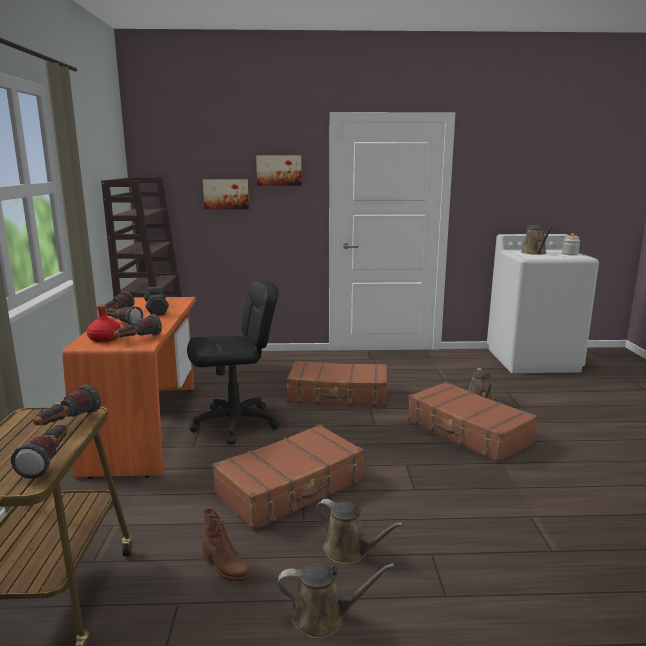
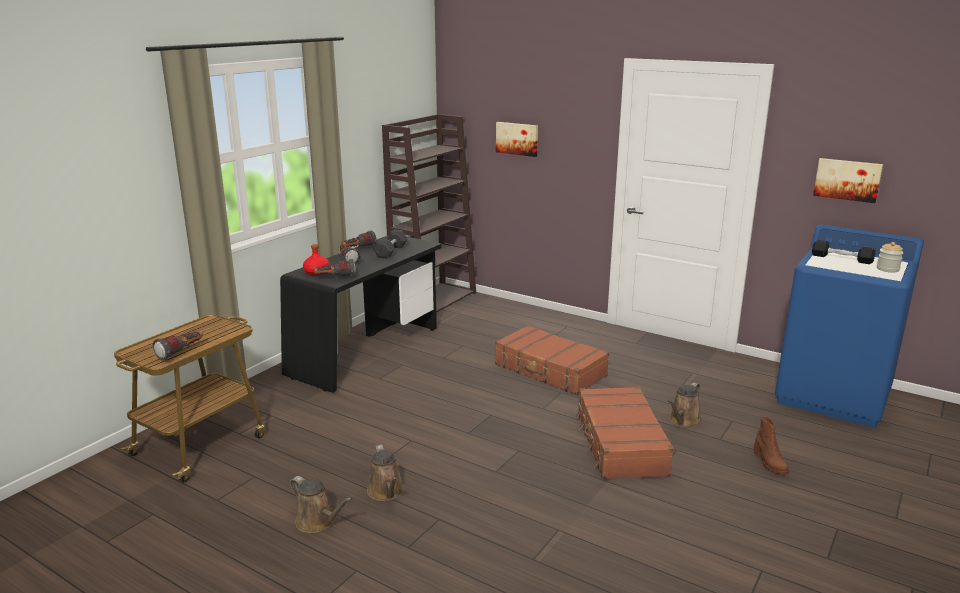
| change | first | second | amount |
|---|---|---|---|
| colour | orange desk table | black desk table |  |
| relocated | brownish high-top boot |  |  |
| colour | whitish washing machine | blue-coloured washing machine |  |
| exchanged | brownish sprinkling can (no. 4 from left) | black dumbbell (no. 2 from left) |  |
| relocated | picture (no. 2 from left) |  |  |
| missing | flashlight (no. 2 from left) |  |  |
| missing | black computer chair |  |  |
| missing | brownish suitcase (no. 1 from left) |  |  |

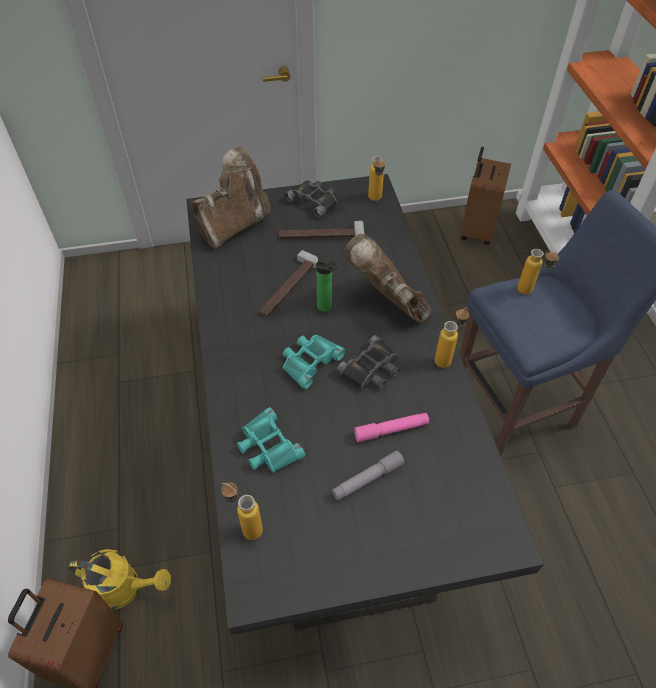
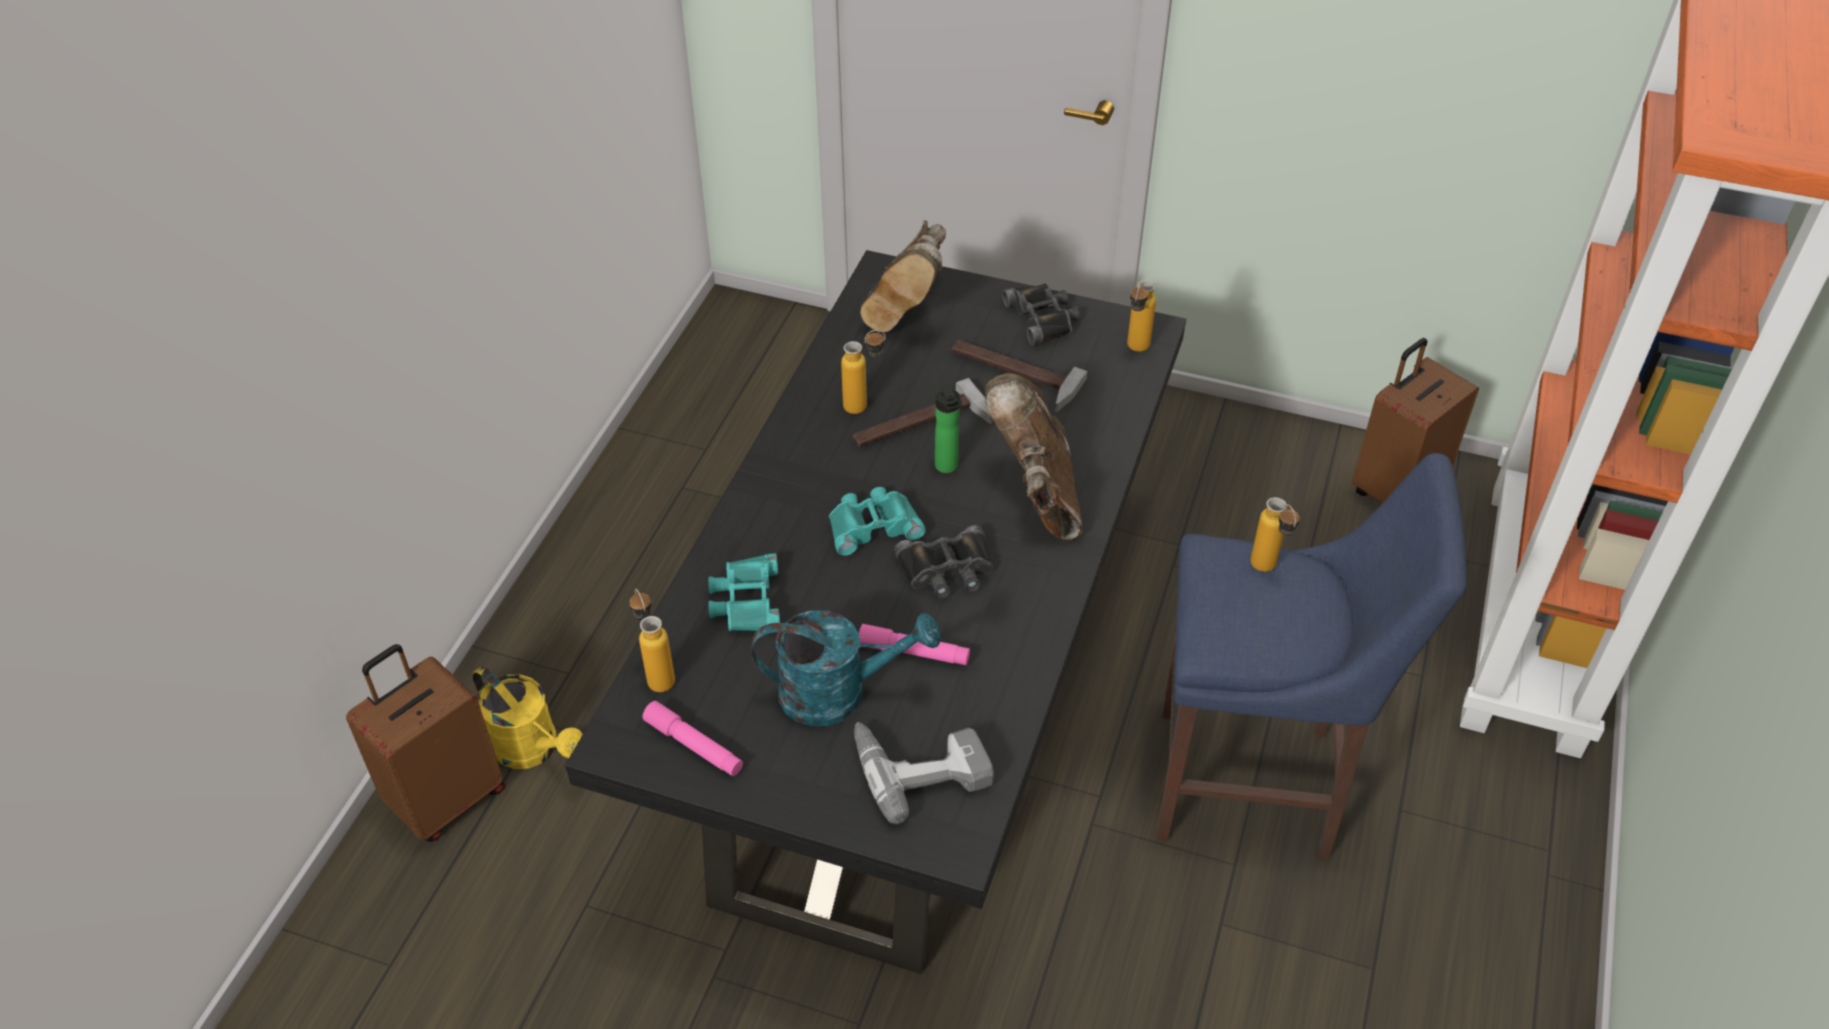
| change | first | second | amount |
|---|---|---|---|
| appeared |  | pink flashlight (no. 1 from left) |  |
| exchanged | grey flashlight | blue-green sprinkling can |  |
| relocated | beverage bottle (no. 4 from left in the first image) | beverage bottle (no. 2 from left) |  |
| appeared |  | drill |  |
| spun | brownish high-top boot (no. 1 from left) |  | 120 degrees clockwise |

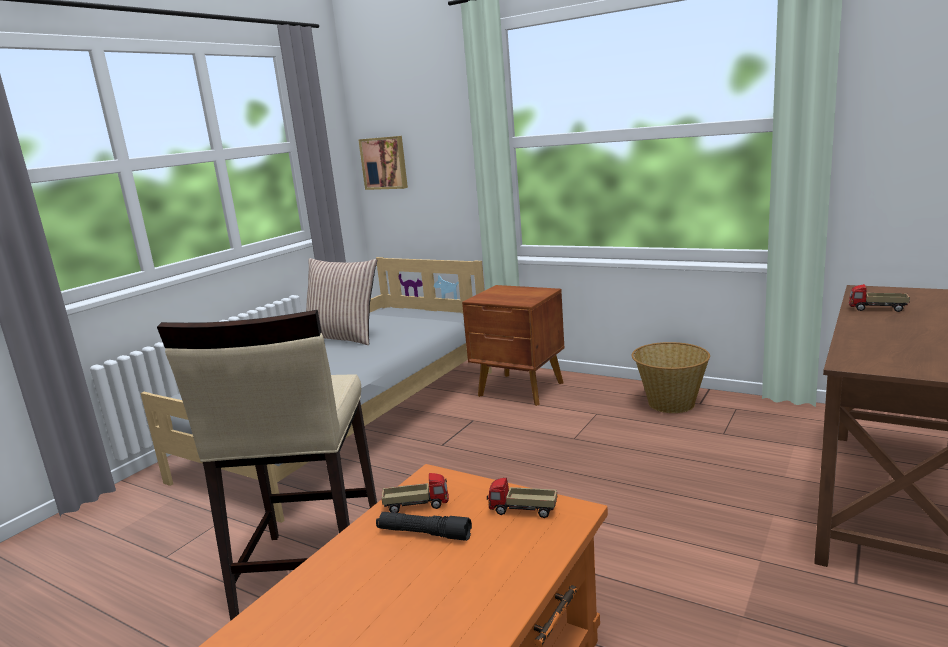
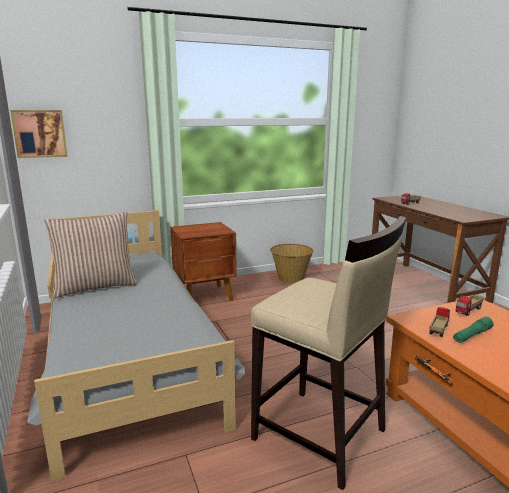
| change | first | second | amount |
|---|---|---|---|
| colour | black flashlight | green-coloured flashlight |  |

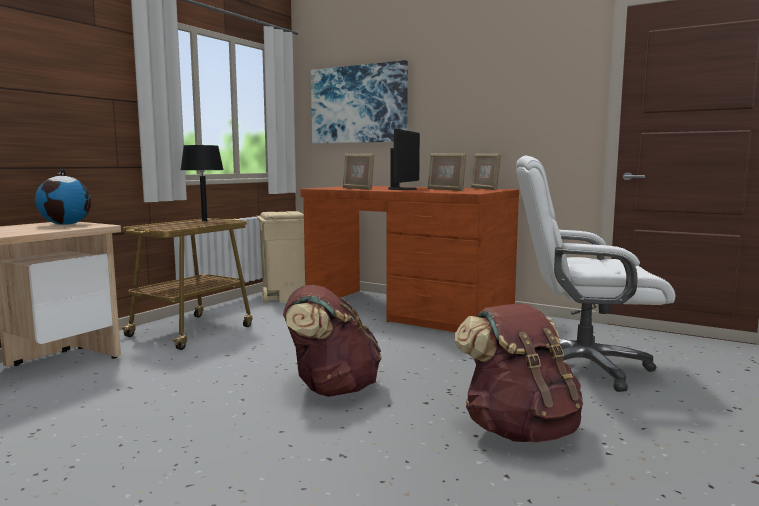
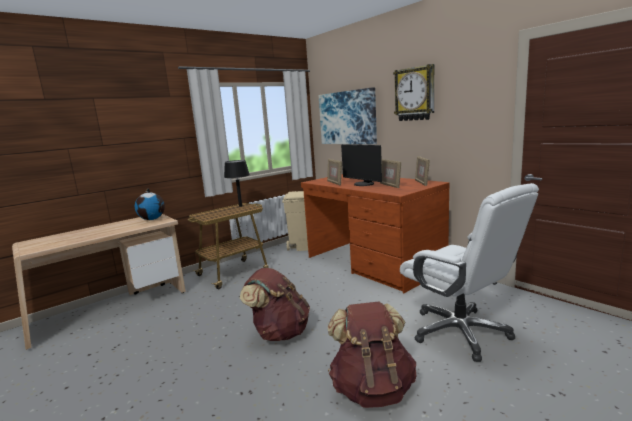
| change | first | second | amount |
|---|---|---|---|
| spun | computer screen |  | 105 degrees clockwise |
| appeared |  | clock on the wall |  |
| spun | whitish computer chair |  | 150 degrees counterclockwise |

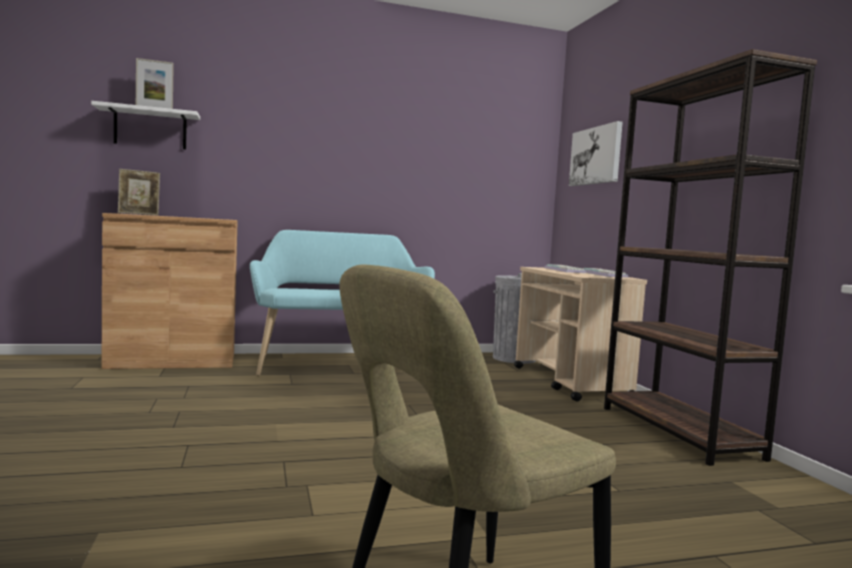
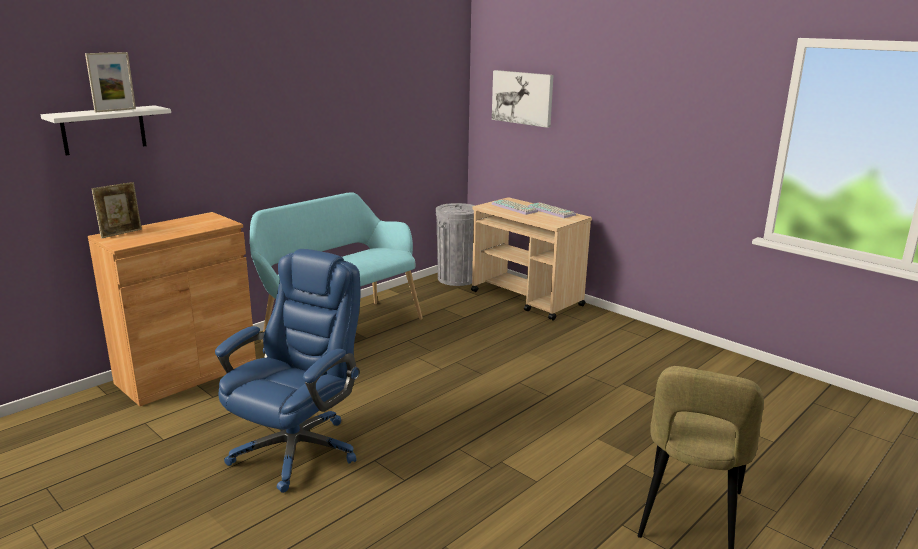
| change | first | second | amount |
|---|---|---|---|
| appeared |  | blue-coloured computer chair |  |
| missing | brownish bookshelf |  |  |

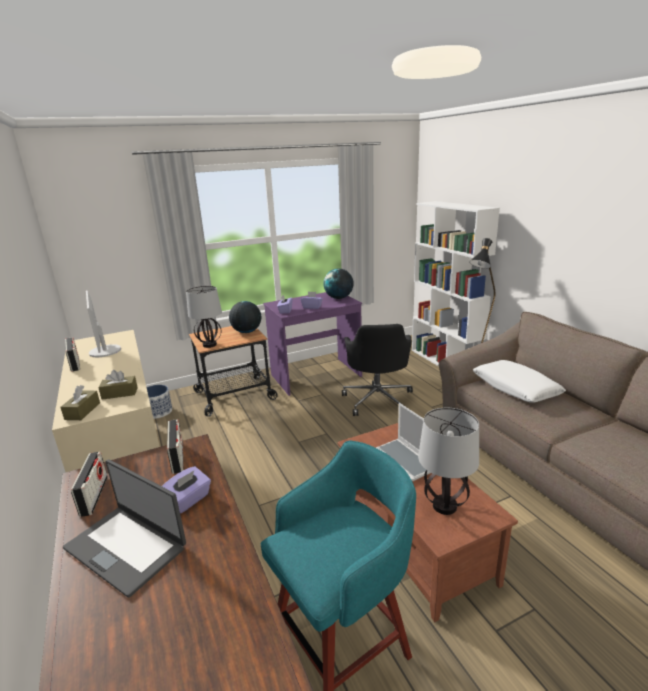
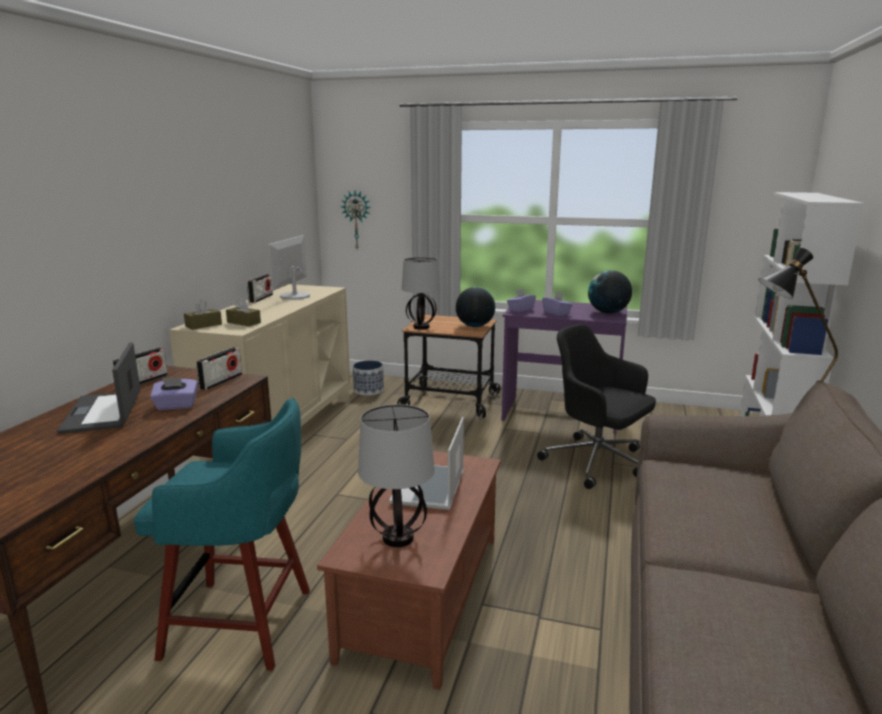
| change | first | second | amount |
|---|---|---|---|
| appeared |  | clock on the wall |  |
| spun | black computer chair |  | 90 degrees clockwise |
| missing | whitish throw pillow |  |  |

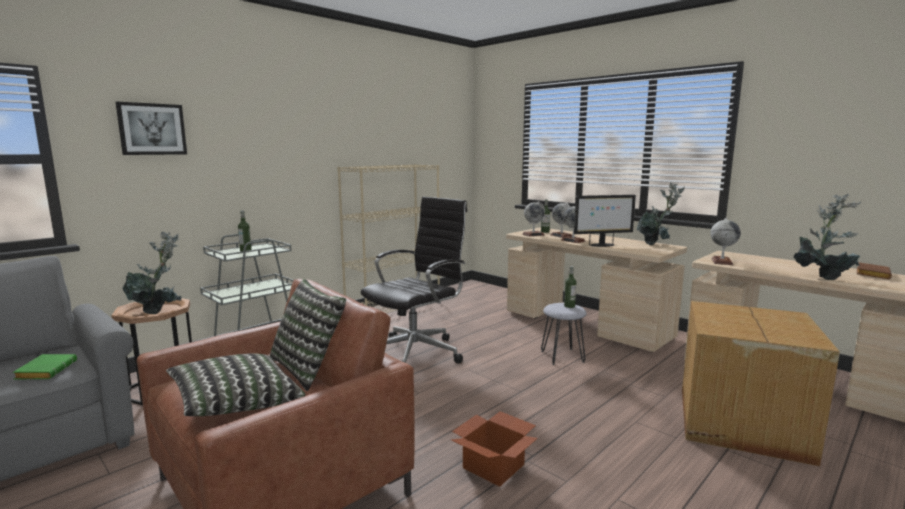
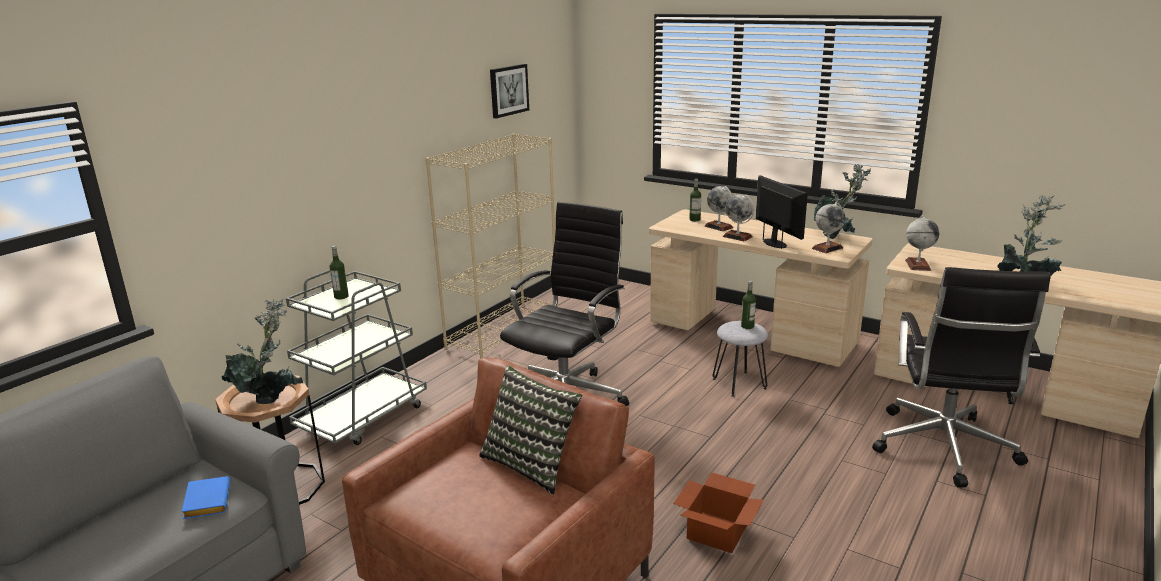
| change | first | second | amount |
|---|---|---|---|
| colour | green-coloured book | blue-coloured book |  |
| relocated | picture |  |  |
| spun | computer screen |  | 90 degrees counterclockwise |
| relocated | world globe (no. 1 from left in the first image) | world globe (no. 3 from left) |  |
| exchanged | packing box (no. 2 from left) | black computer chair (no. 2 from left) |  |
| missing | throw pillow (no. 1 from left) |  |  |
| missing | brownish book |  |  |

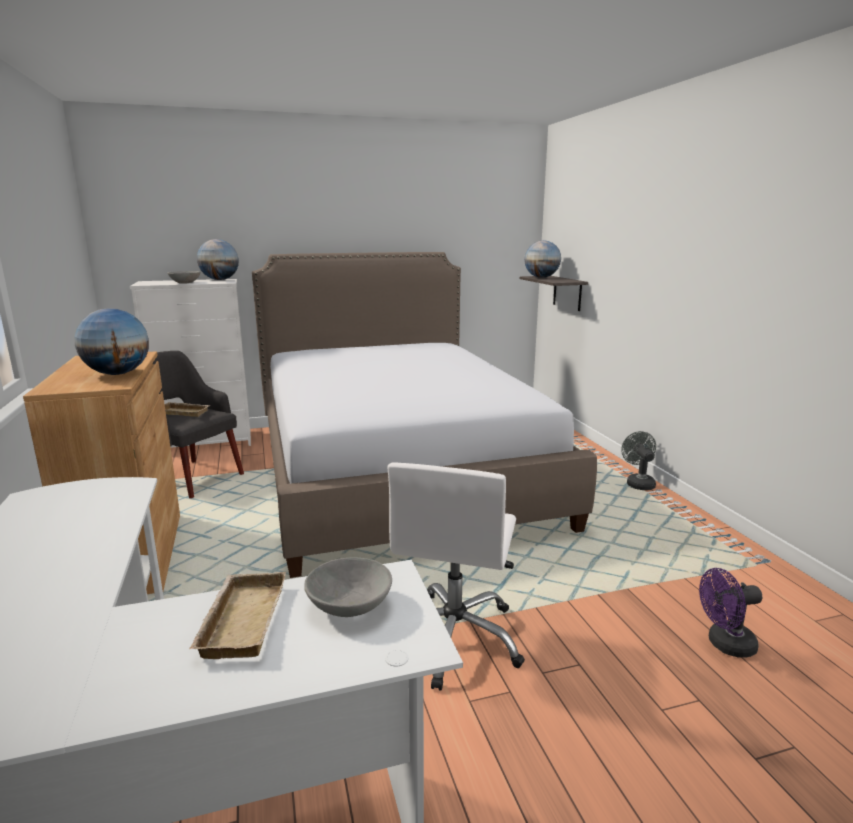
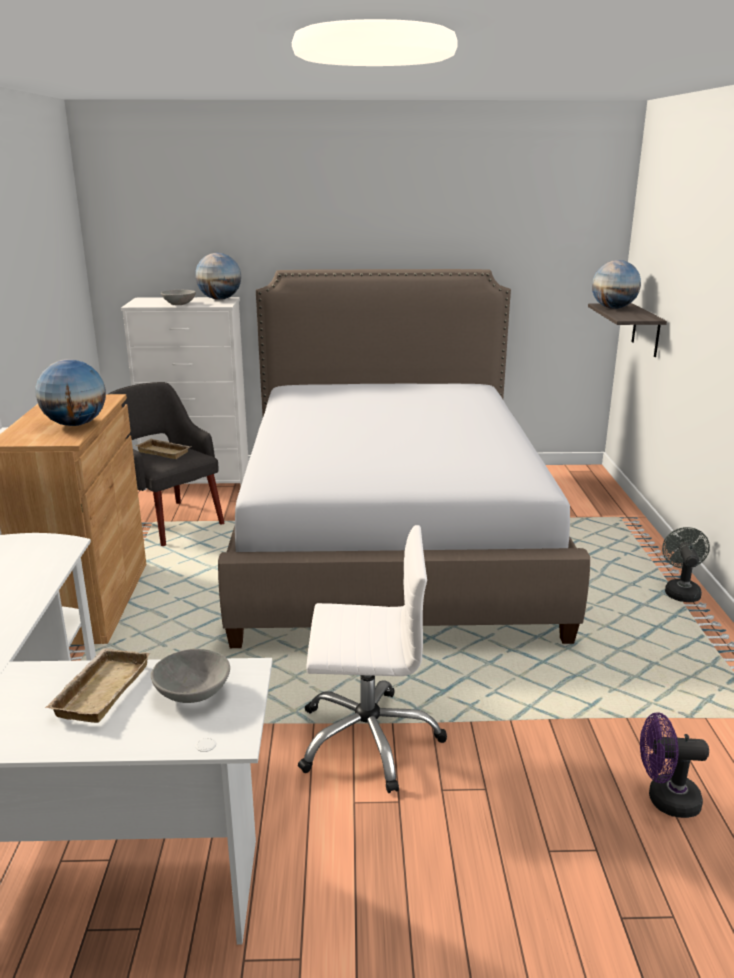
| change | first | second | amount |
|---|---|---|---|
| spun | whitish computer chair |  | 120 degrees counterclockwise |

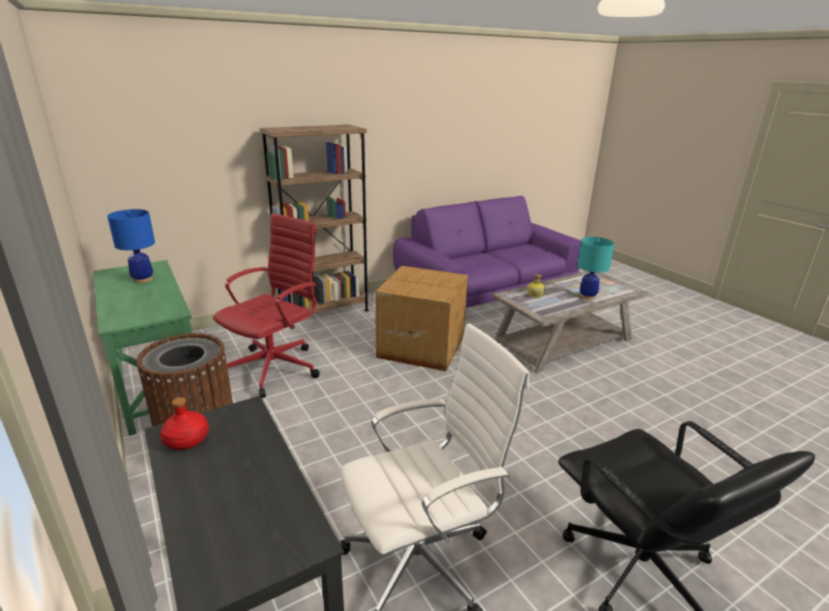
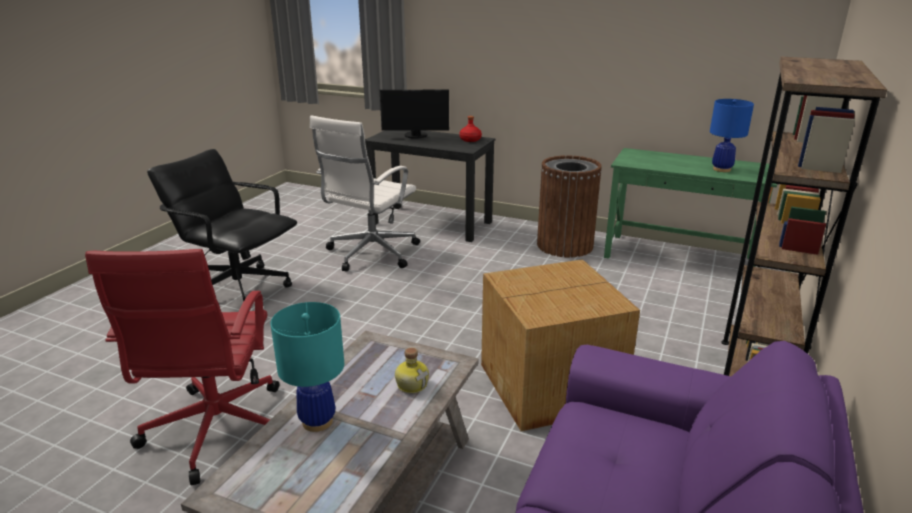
| change | first | second | amount |
|---|---|---|---|
| relocated | red computer chair |  |  |
| appeared |  | computer screen |  |

